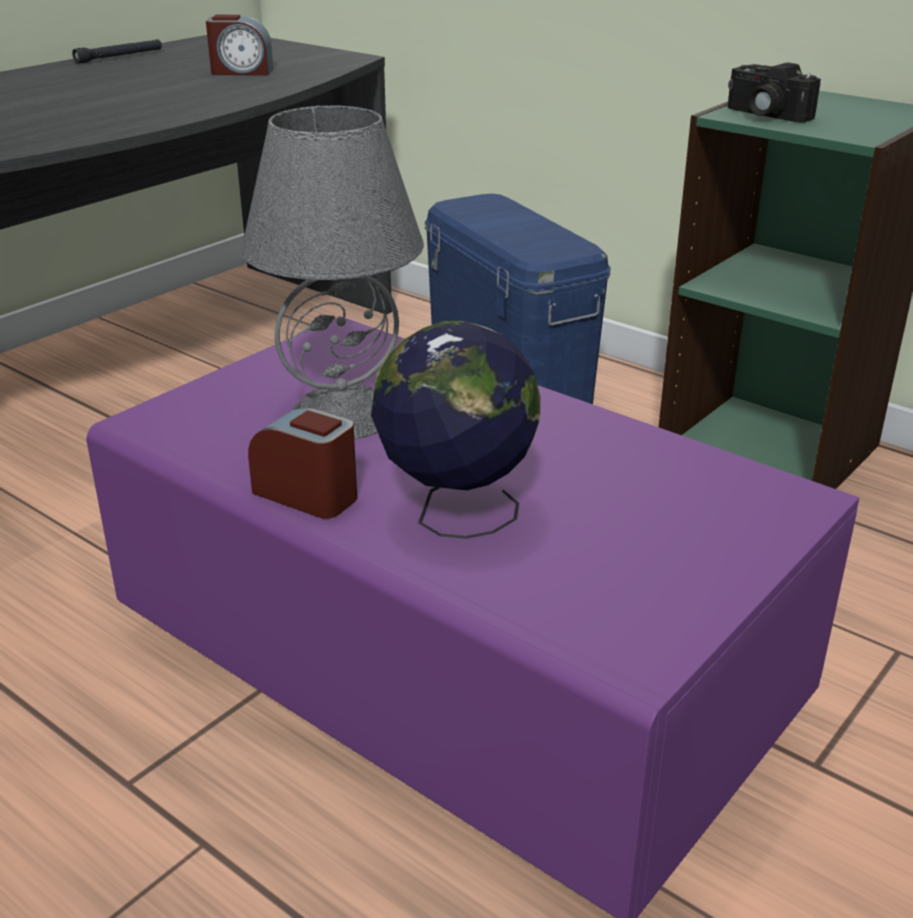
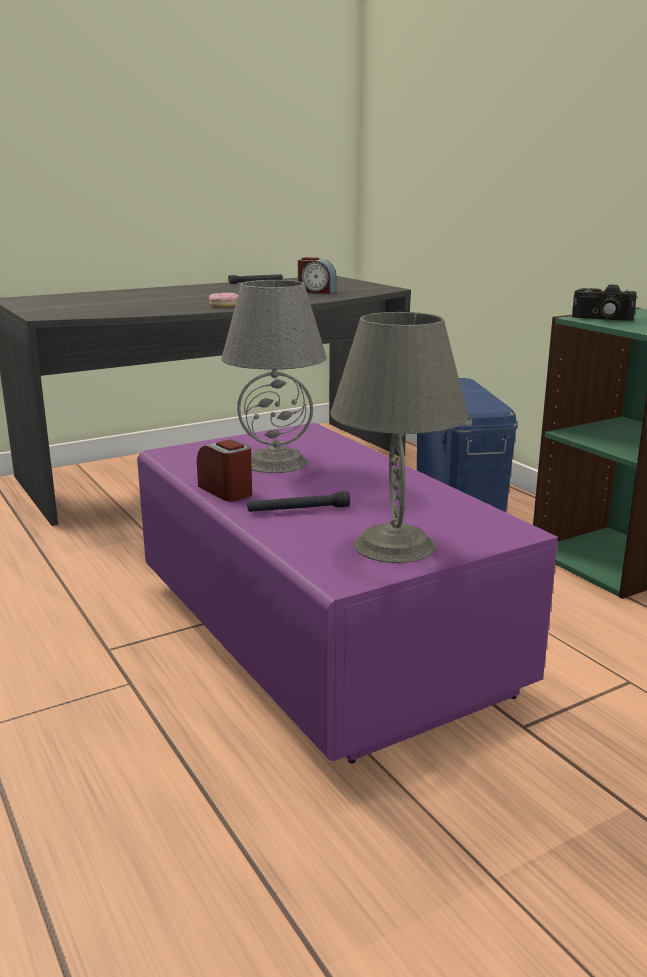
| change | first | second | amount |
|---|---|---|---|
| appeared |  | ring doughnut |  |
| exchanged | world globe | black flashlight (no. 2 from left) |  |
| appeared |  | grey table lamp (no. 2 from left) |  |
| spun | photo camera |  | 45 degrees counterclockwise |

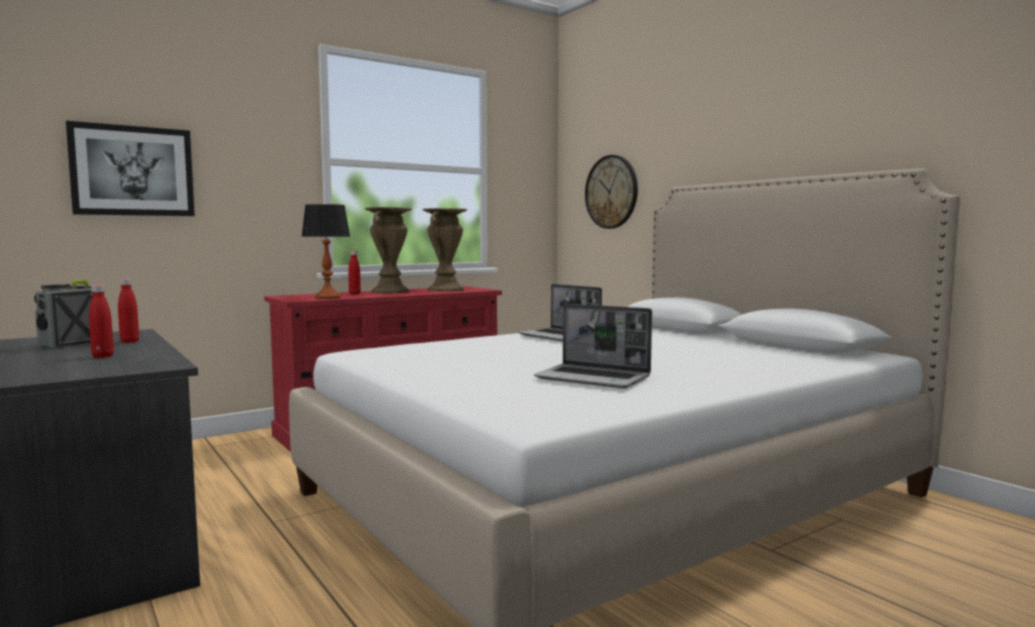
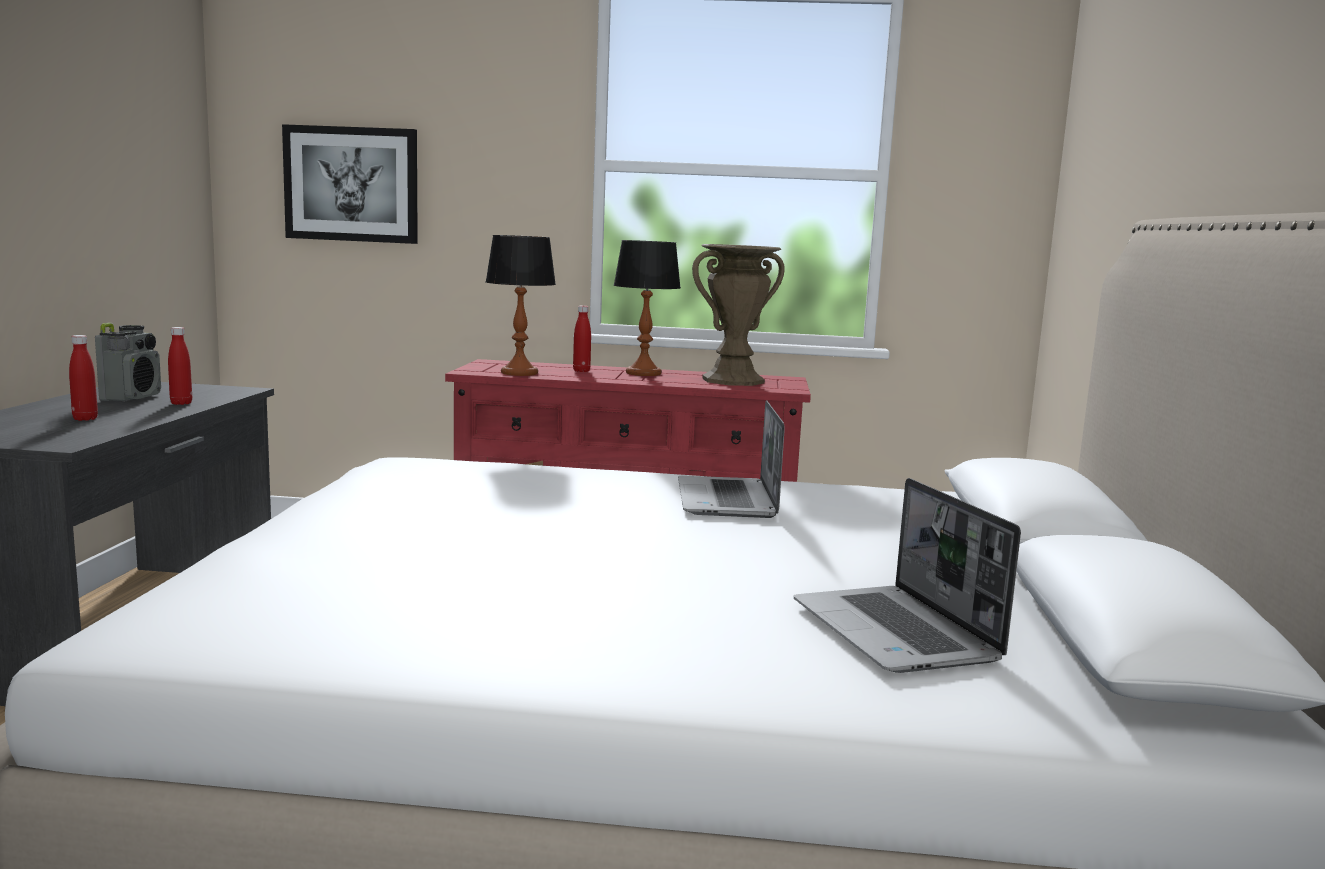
| change | first | second | amount |
|---|---|---|---|
| spun | radio |  | 120 degrees clockwise |
| exchanged | brownish decorative vase (no. 1 from left) | table lamp (no. 2 from left) |  |
| relocated | notebook computer (no. 2 from left) |  |  |
| missing | clock on the wall |  |  |

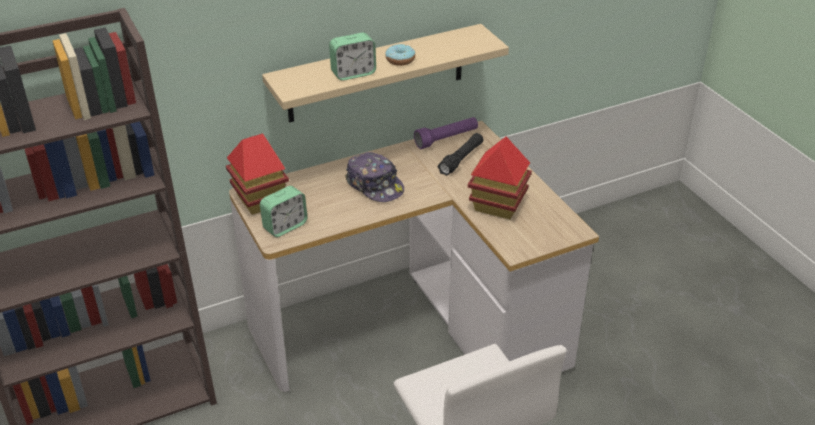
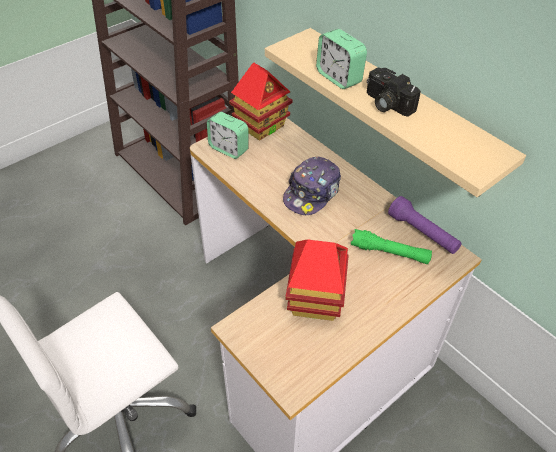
| change | first | second | amount |
|---|---|---|---|
| colour | black flashlight | green-coloured flashlight |  |
| exchanged | ring doughnut | photo camera |  |

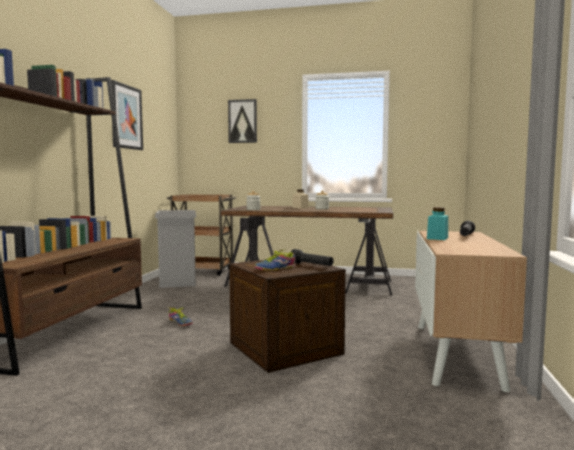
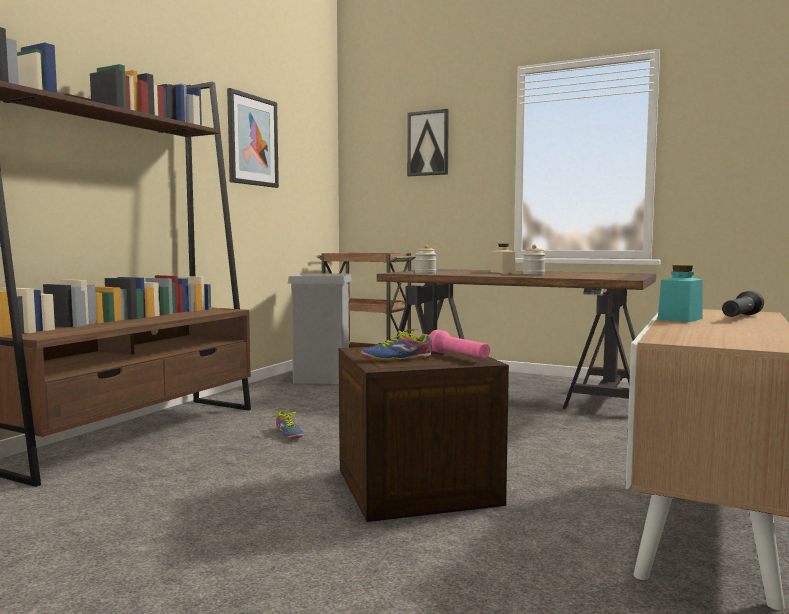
| change | first | second | amount |
|---|---|---|---|
| colour | black flashlight (no. 1 from left) | pink flashlight |  |

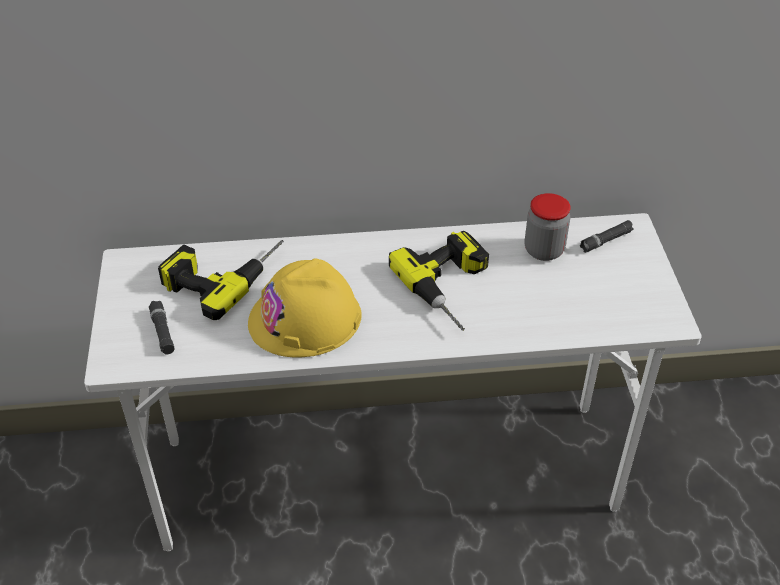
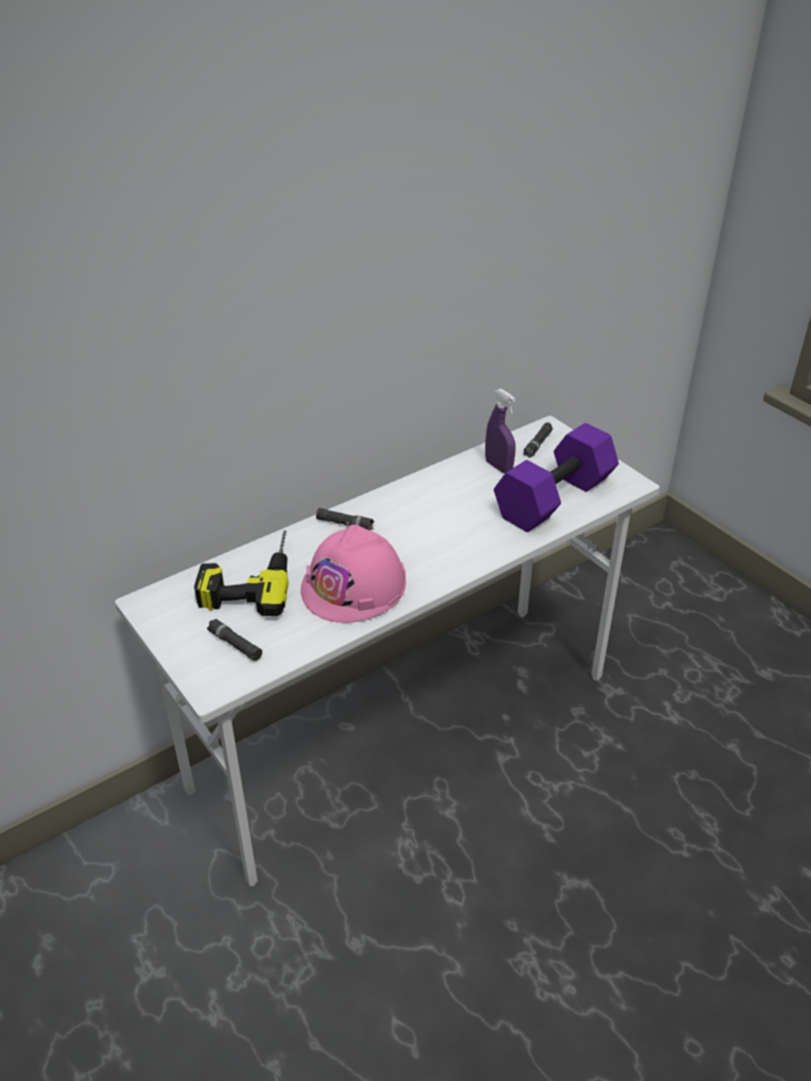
| change | first | second | amount |
|---|---|---|---|
| colour | yellow-coloured work helmet | pink work helmet |  |
| appeared |  | black flashlight (no. 2 from left) |  |
| exchanged | storage jar | purplish spray bottle |  |
| appeared |  | purplish dumbbell |  |
| missing | drill (no. 2 from left) |  |  |

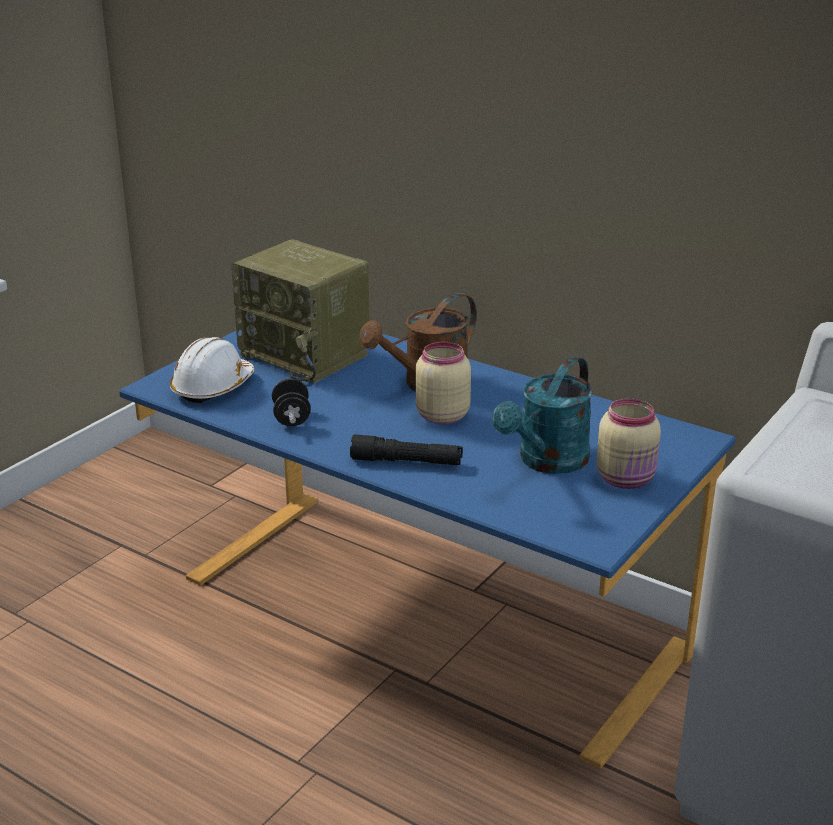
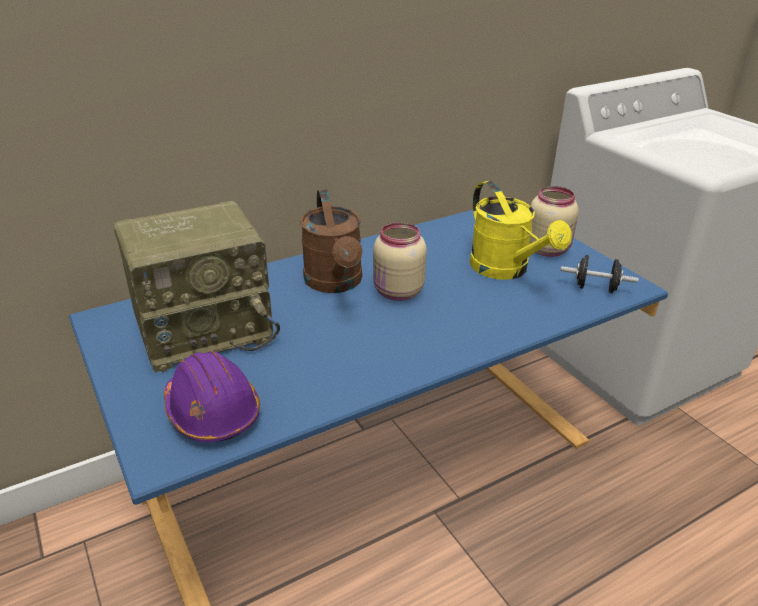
| change | first | second | amount |
|---|---|---|---|
| colour | whitish work helmet | purplish work helmet |  |
| colour | blue-green sprinkling can | yellow-coloured sprinkling can |  |
| relocated | black dumbbell |  |  |
| missing | black flashlight |  |  |

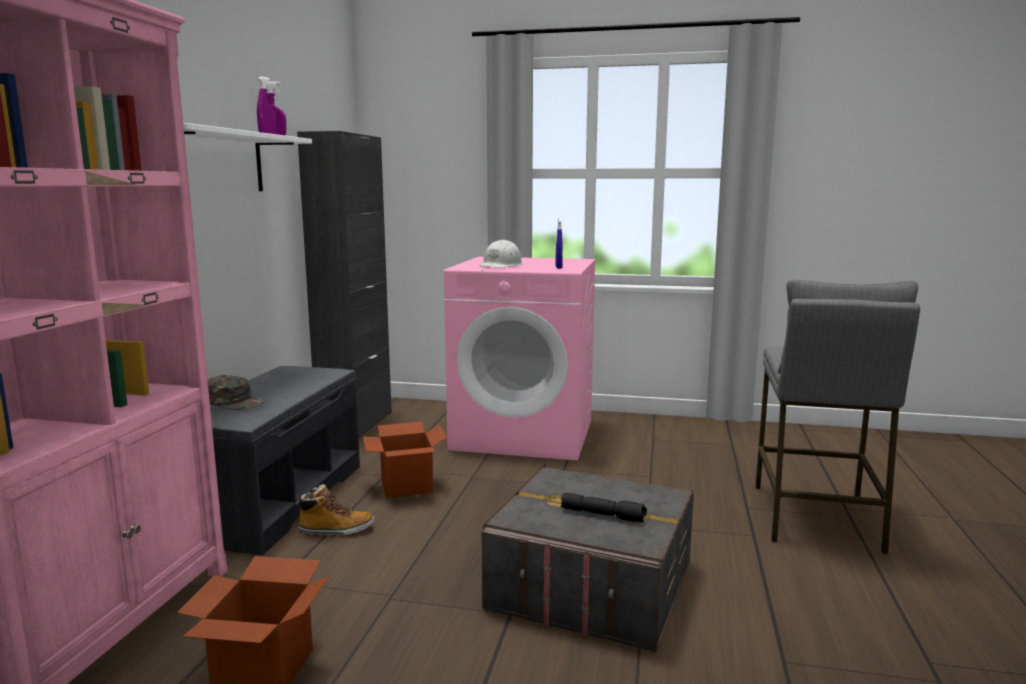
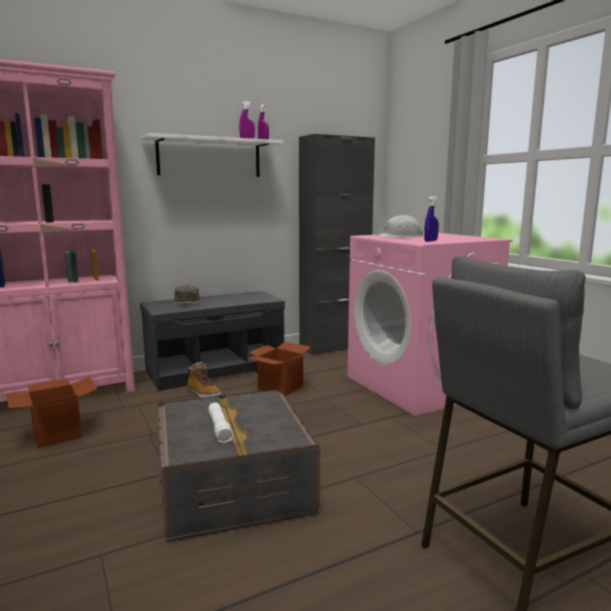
| change | first | second | amount |
|---|---|---|---|
| colour | black flashlight | whitish flashlight |  |

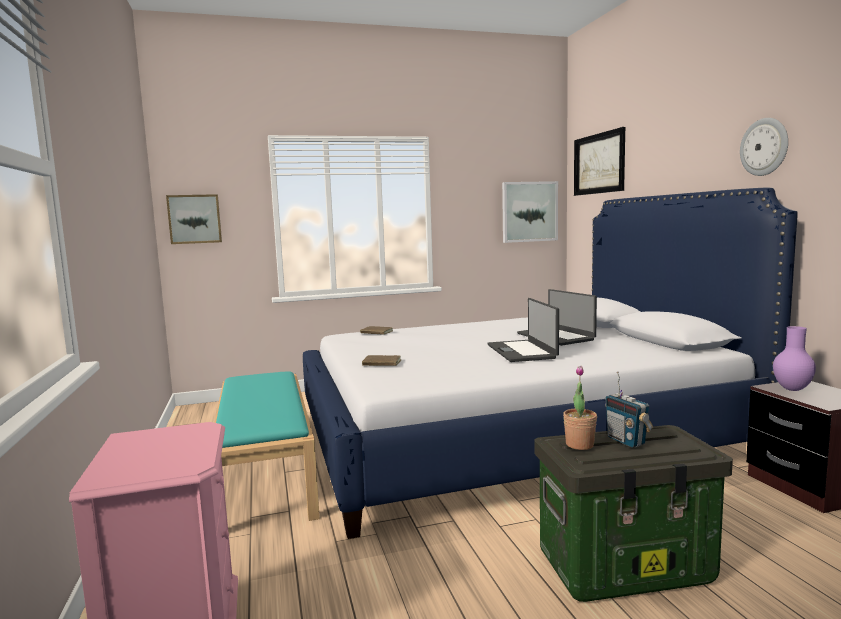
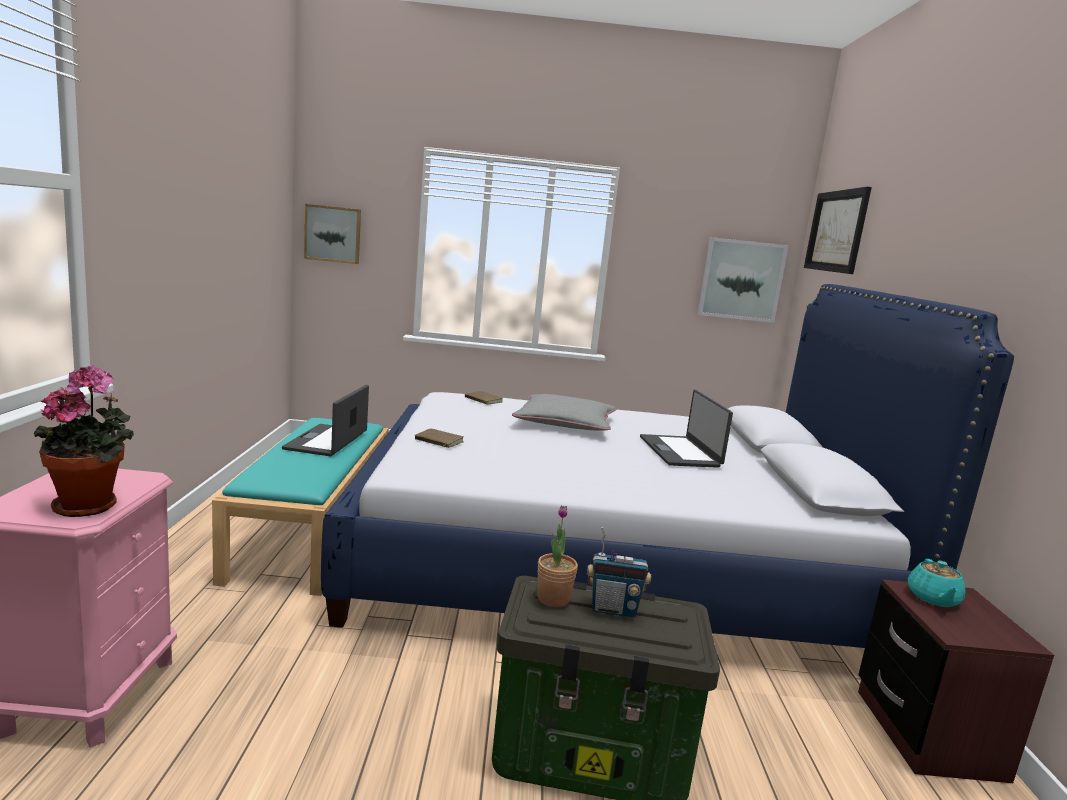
| change | first | second | amount |
|---|---|---|---|
| appeared |  | houseplant (no. 1 from left) |  |
| relocated | notebook computer (no. 1 from left) |  |  |
| appeared |  | grey throw pillow |  |
| spun | radio |  | 75 degrees counterclockwise |
| exchanged | purplish decorative vase | blue-green teapot |  |
| missing | clock on the wall |  |  |

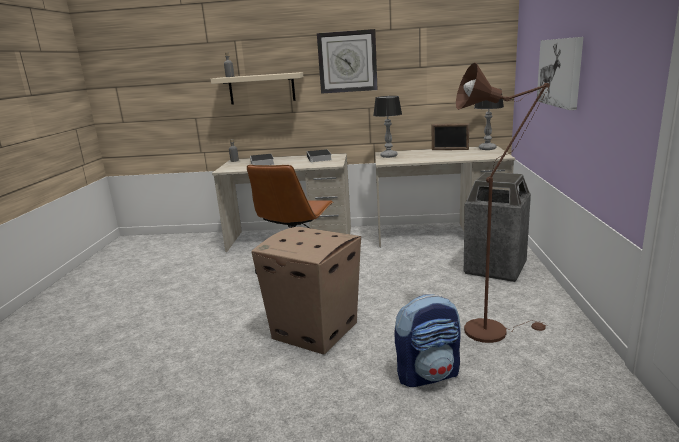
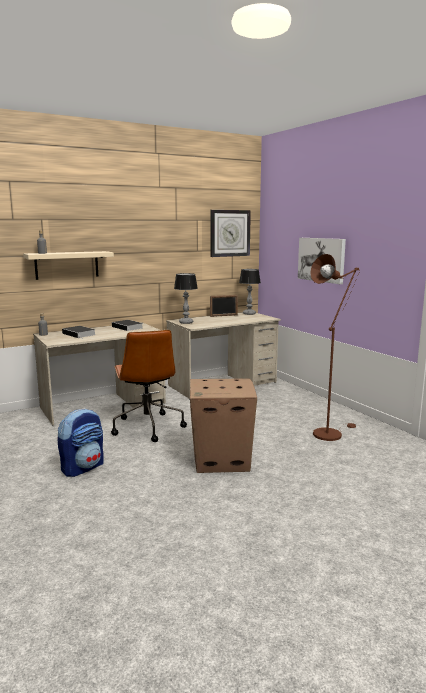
| change | first | second | amount |
|---|---|---|---|
| relocated | knapsack |  |  |
| relocated | clock on the wall |  |  |
| missing | rubbish bin |  |  |

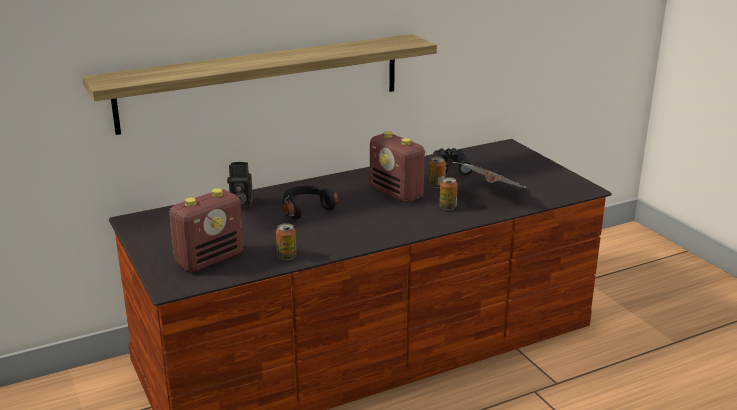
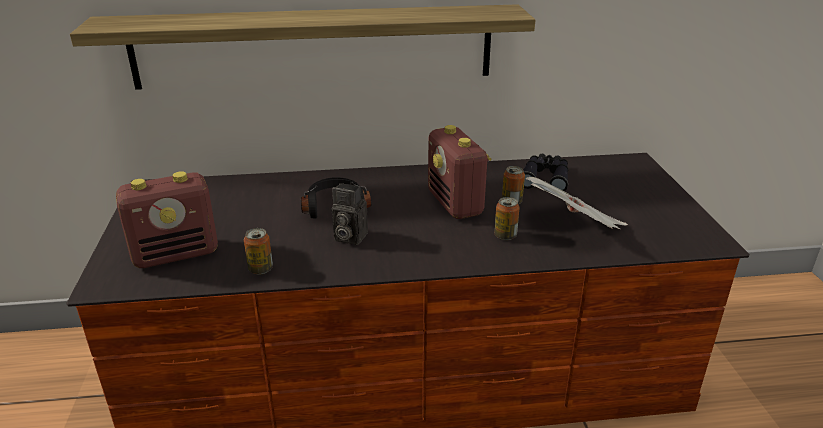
| change | first | second | amount |
|---|---|---|---|
| relocated | photo camera |  |  |

